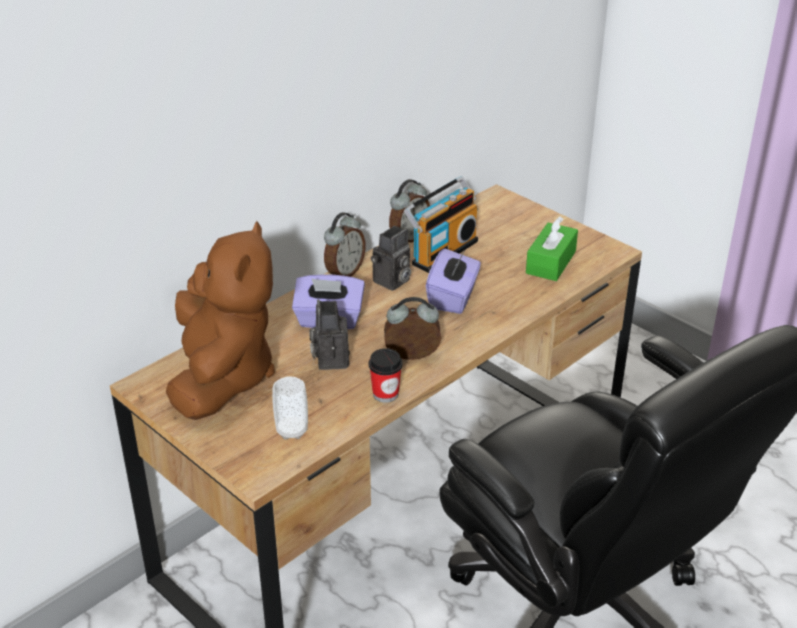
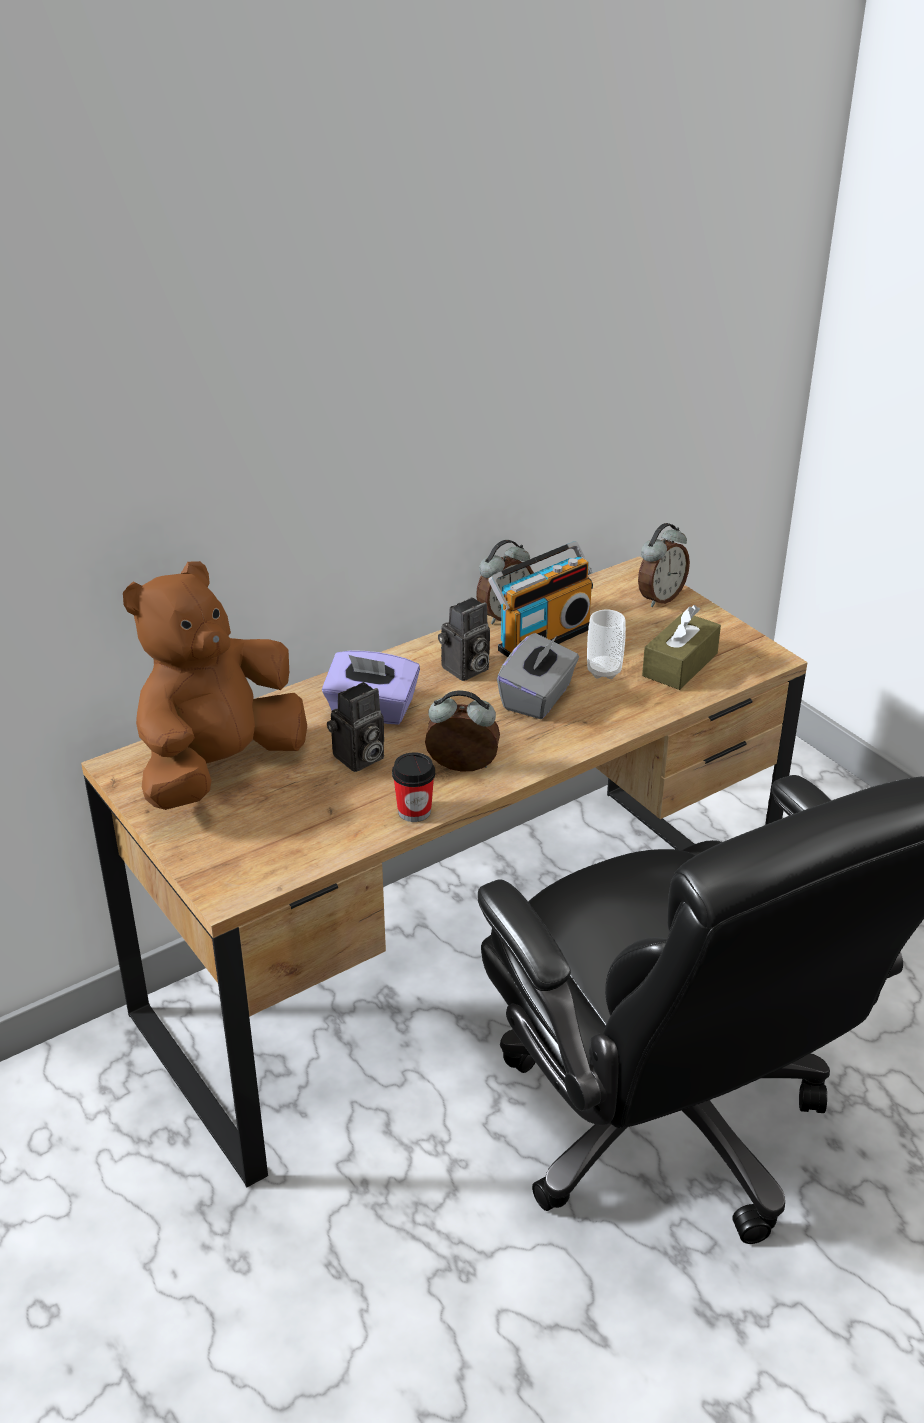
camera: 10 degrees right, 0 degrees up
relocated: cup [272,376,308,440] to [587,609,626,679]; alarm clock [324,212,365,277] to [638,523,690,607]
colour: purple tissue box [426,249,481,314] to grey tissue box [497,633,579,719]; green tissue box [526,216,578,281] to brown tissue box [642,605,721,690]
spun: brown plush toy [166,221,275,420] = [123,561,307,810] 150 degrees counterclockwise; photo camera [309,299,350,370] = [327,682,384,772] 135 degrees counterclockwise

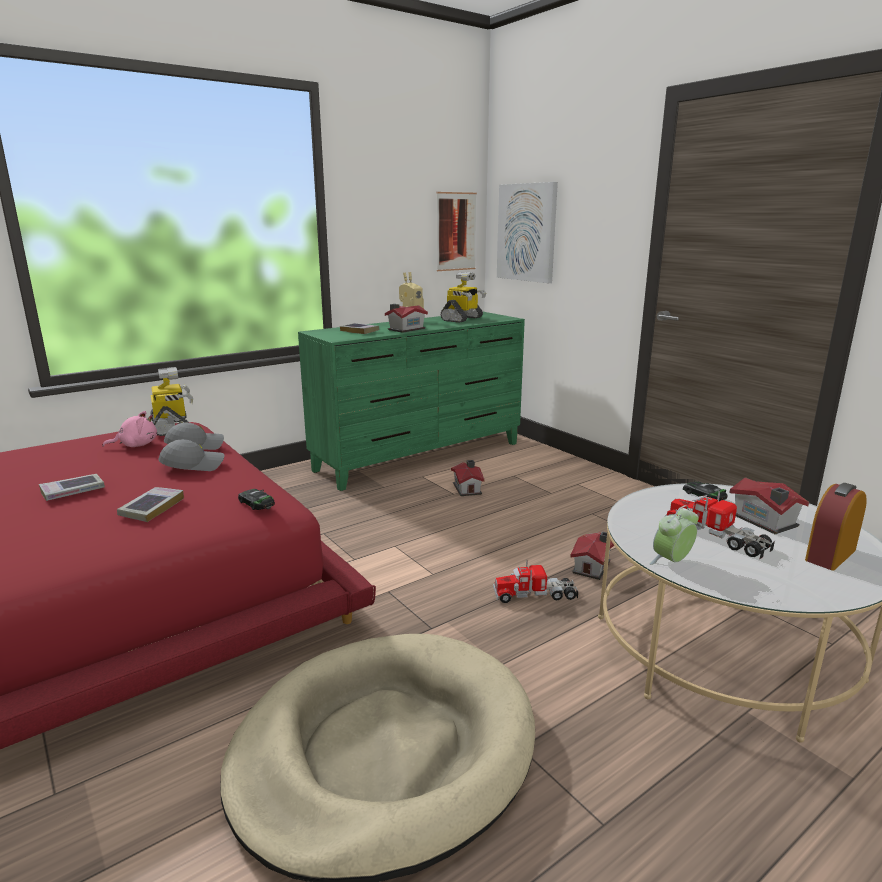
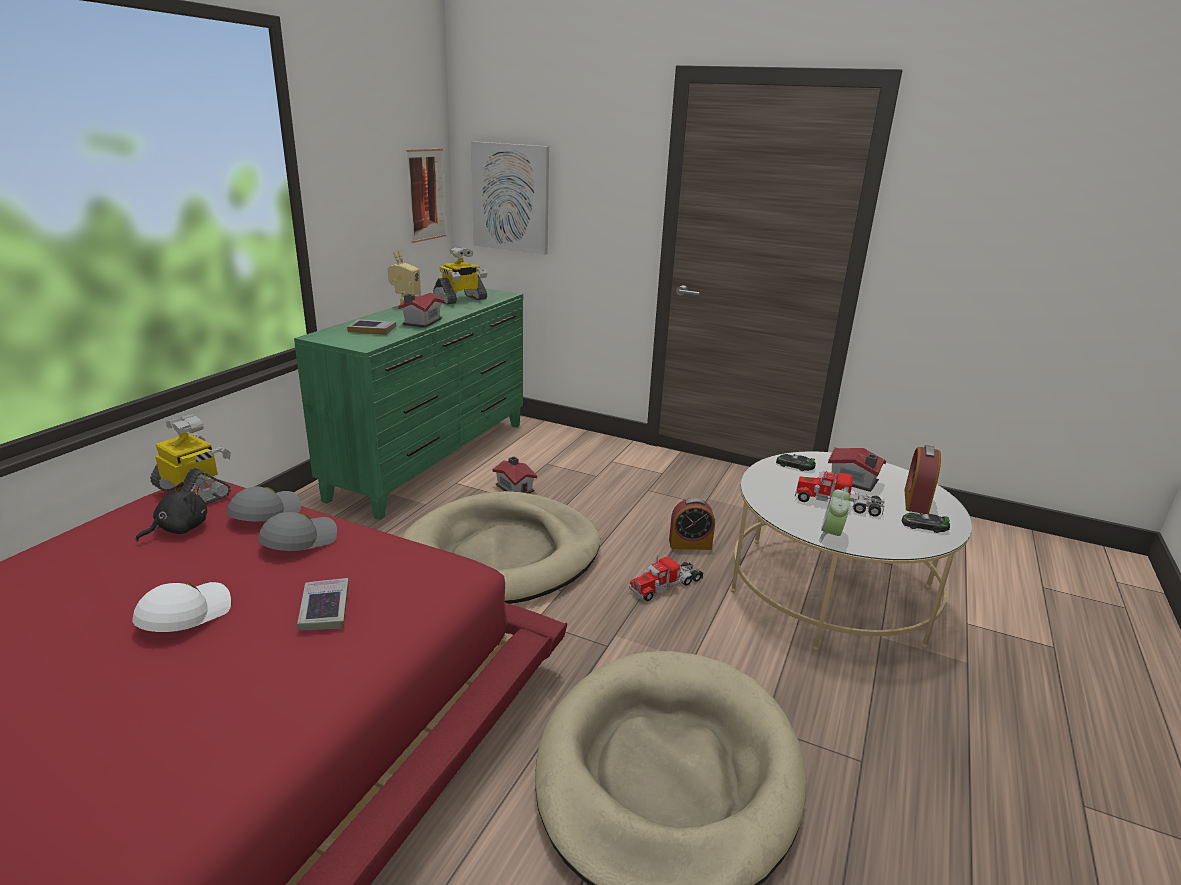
camera: 30 degrees left, 5 degrees up
appeared: beige dog bed [402,491,600,604]
relocated: toy car [238,489,275,510] to [902,513,950,533]
exchanged: book [39,474,105,501] to white cap [132,582,231,632]; toy house [570,532,614,580] to alarm clock [669,498,715,550]
colour: pink plush toy [102,411,157,447] to black plush toy [136,482,207,541]
spun: toy robot [440,272,486,323] = [433,247,487,305] 45 degrees clockwise

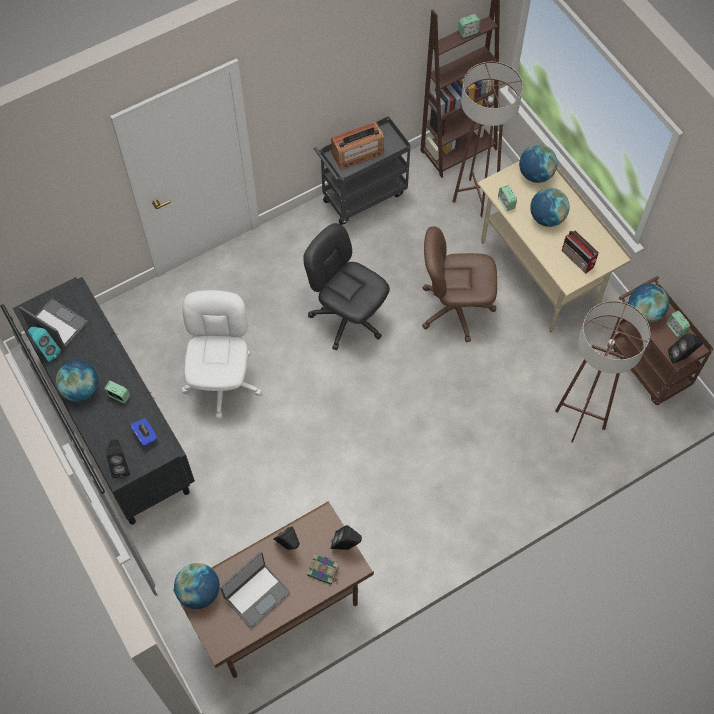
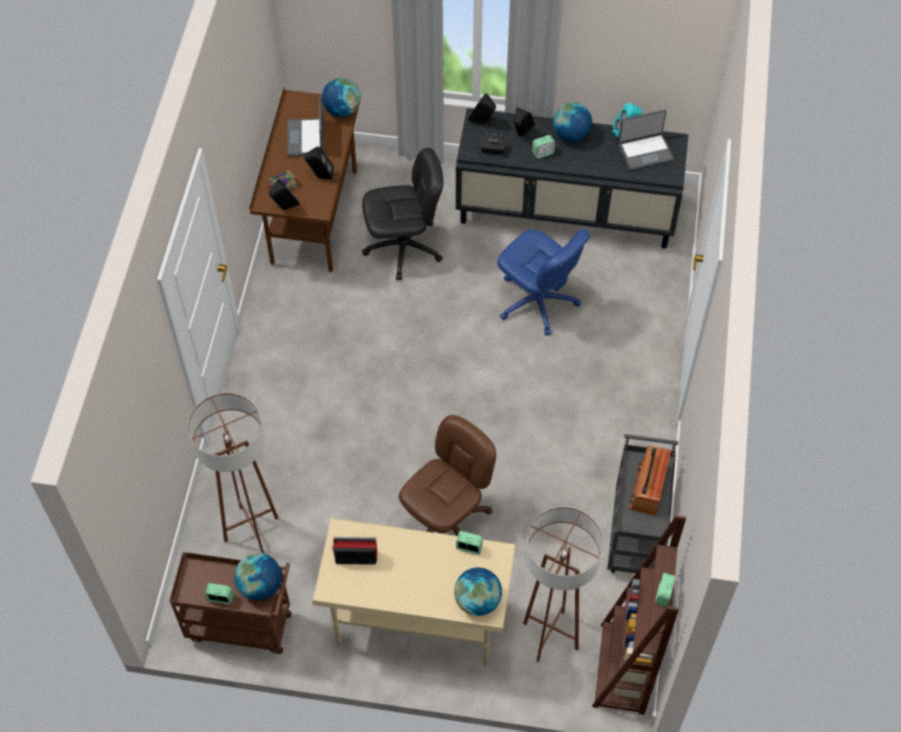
camera: 130 degrees right, 5 degrees down
missing: globe [530,188,569,227]
relocated: black office chair [303,223,390,350] to [362,148,444,280]; black speaker [668,334,703,364] to [514,107,535,136]
colour: blue tissue box [130,418,157,447] to black tissue box [480,134,507,155]; white office chair [181,290,262,419] to blue office chair [497,229,590,335]

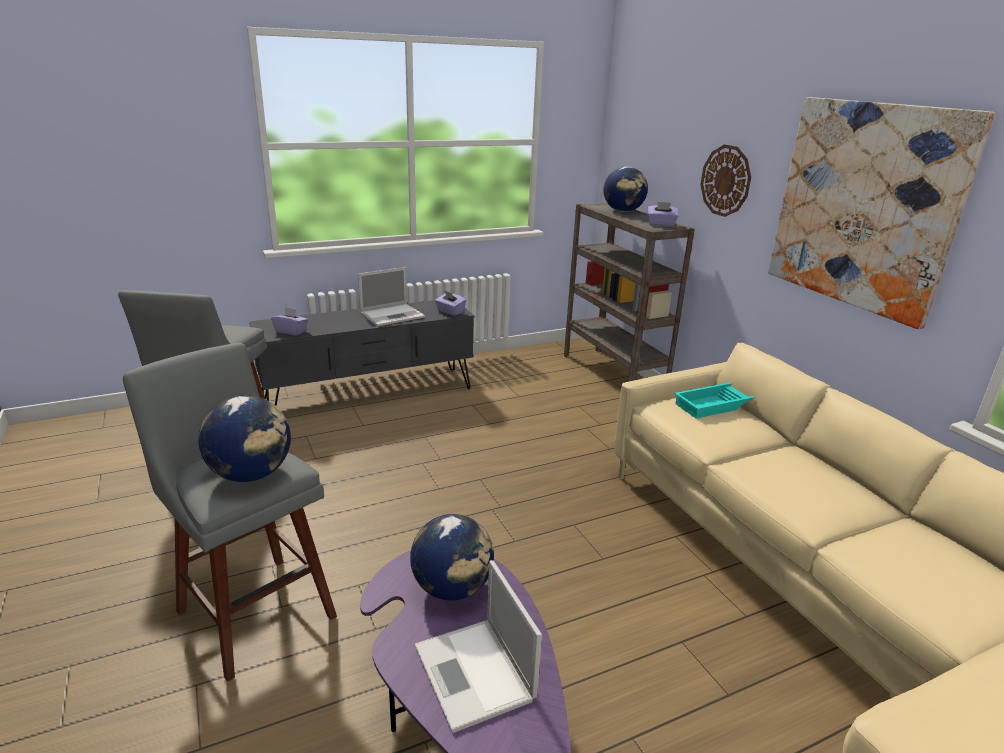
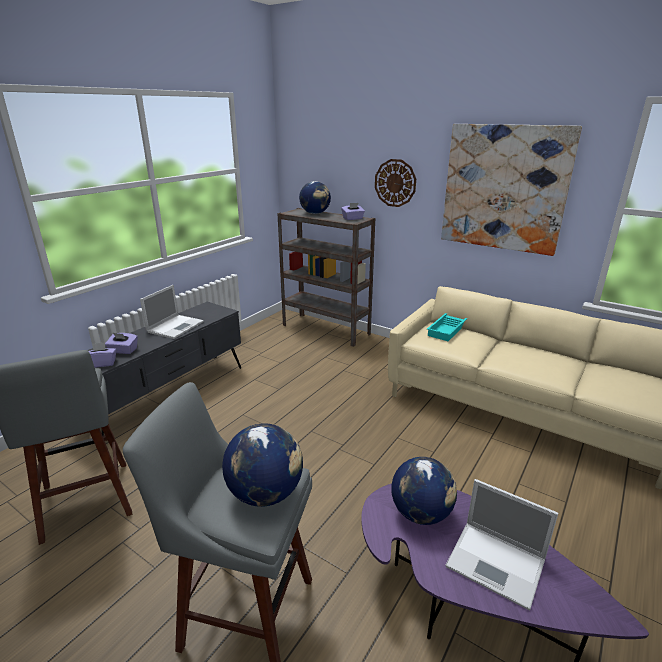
camera: 30 degrees left, 0 degrees up
relocated: purple tissue box [435,290,466,316] to [105,333,138,354]

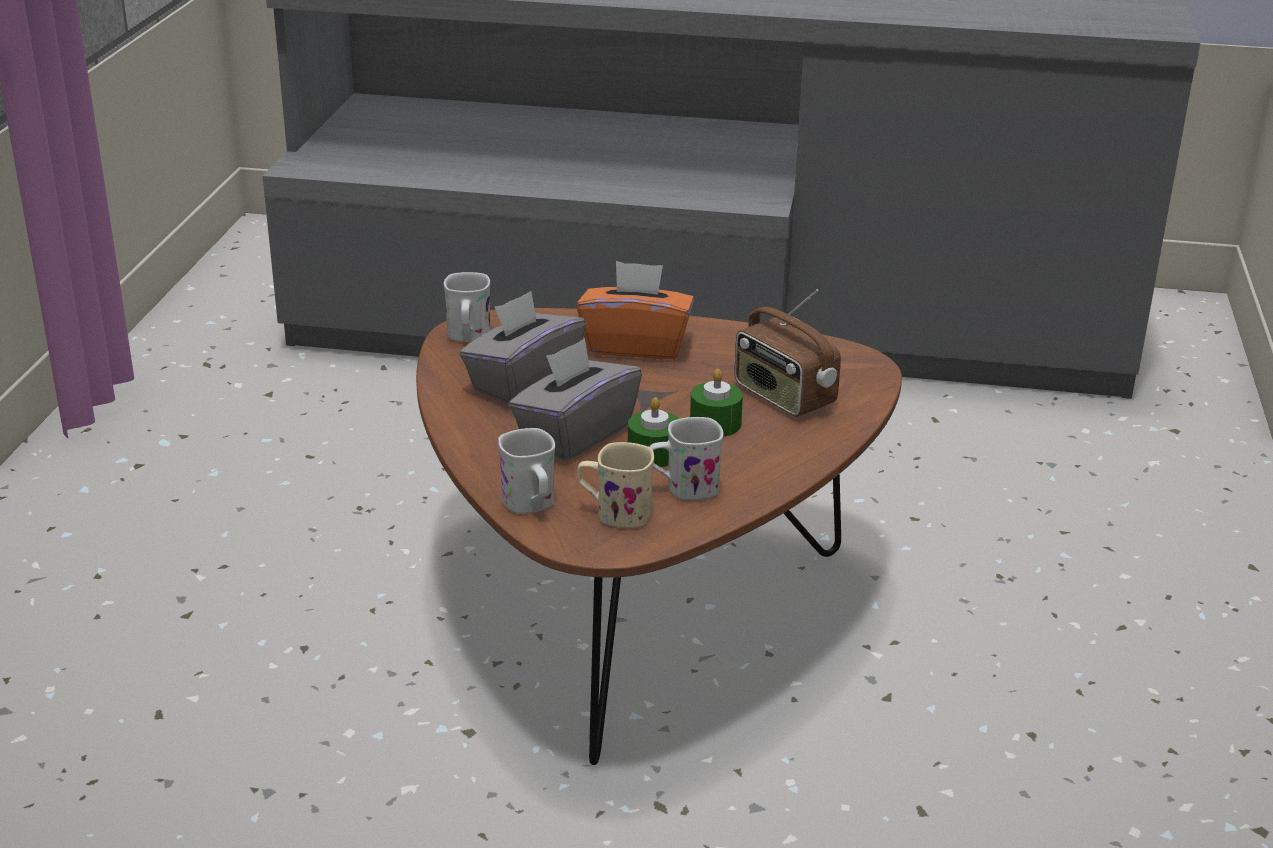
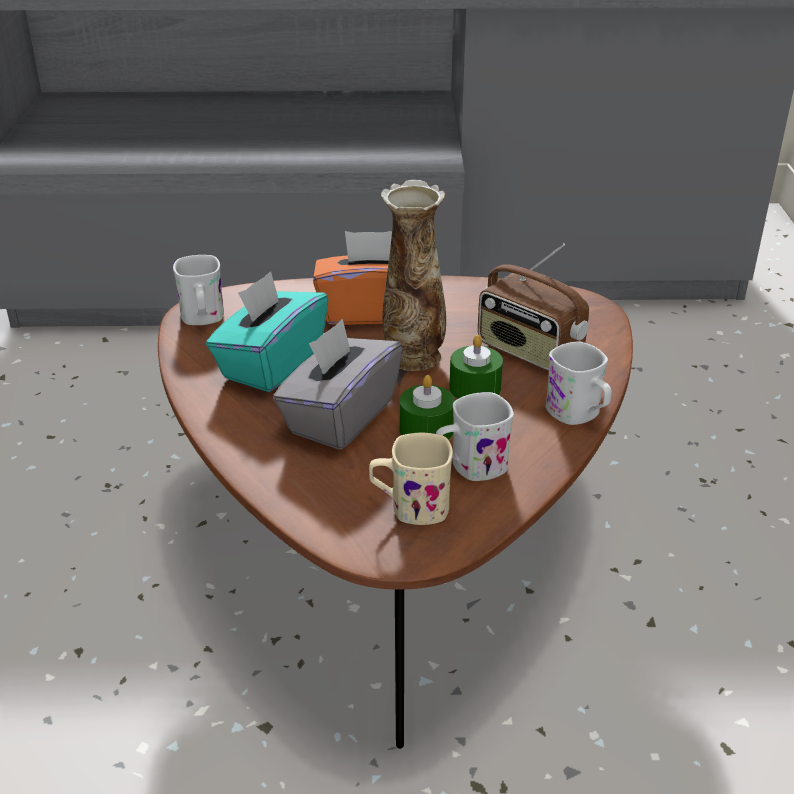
camera: 10 degrees left, 5 degrees up
appeared: vase [381,180,446,371]
relocated: white mug [498,428,555,513] to [546,341,612,425]
colour: grey tissue box [459,291,586,404] to turquoise tissue box [206,271,328,392]

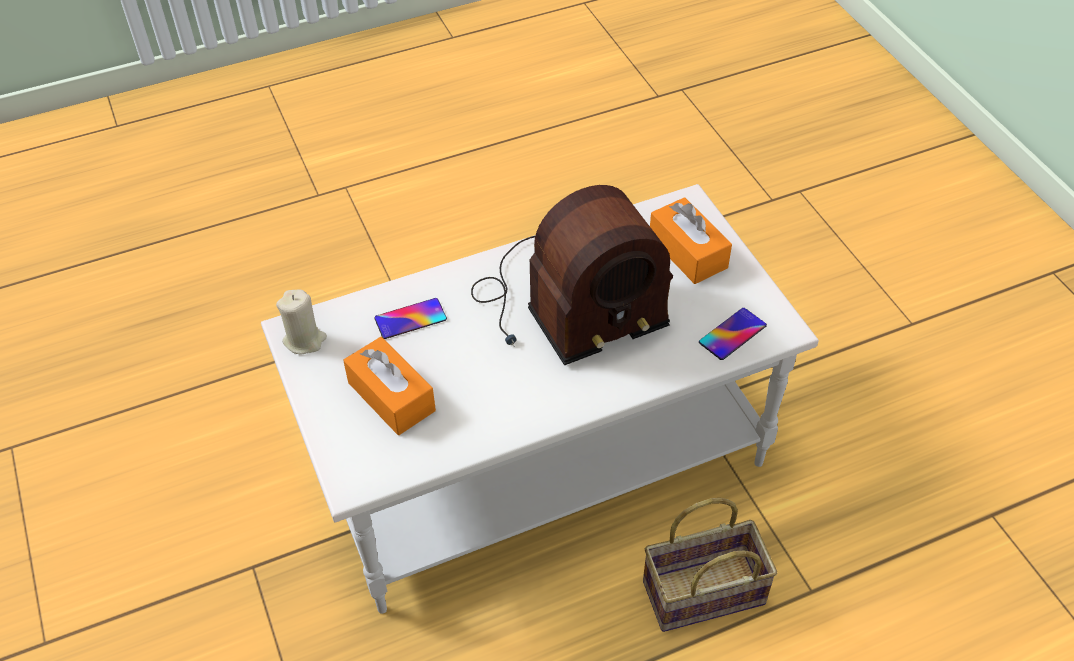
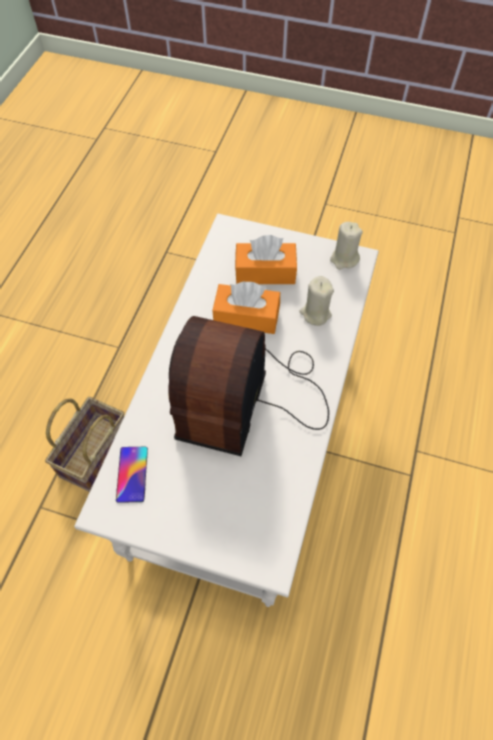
camera: 130 degrees right, 10 degrees up
relocated: orange tissue box [650,197,732,284] to [213,281,280,334]
exchanged: phone [374,298,447,339] to beige candle [300,276,334,326]

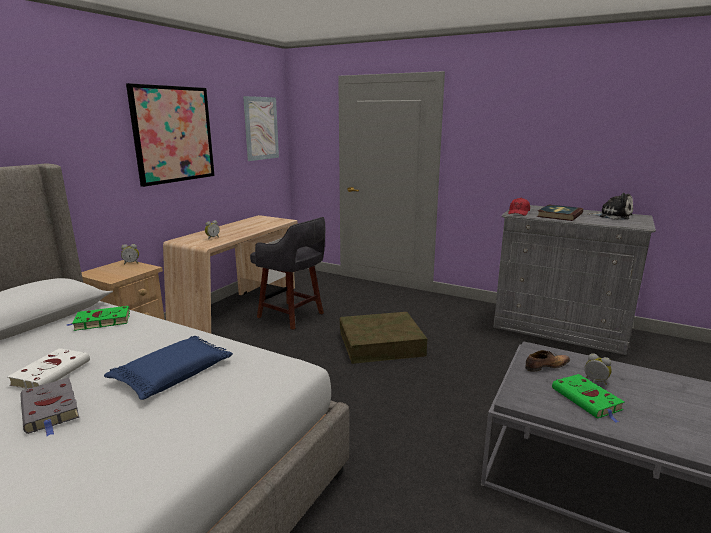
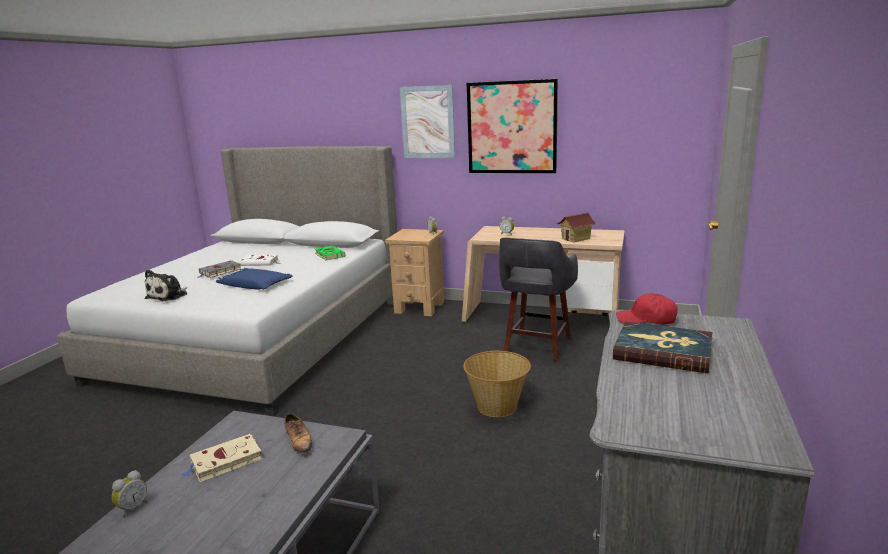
camera: 80 degrees right, 0 degrees up
appeared: toy house [556,213,597,242]
relocated: picture [243,96,279,161] to [400,85,455,158]; alarm clock [584,353,612,385] to [112,470,147,517]; plush toy [589,193,633,220] to [145,270,187,301]
exchanged: brown storage box [339,312,427,364] to basket [463,351,531,417]
colour: green book [552,374,625,423] to beige book [181,434,263,482]

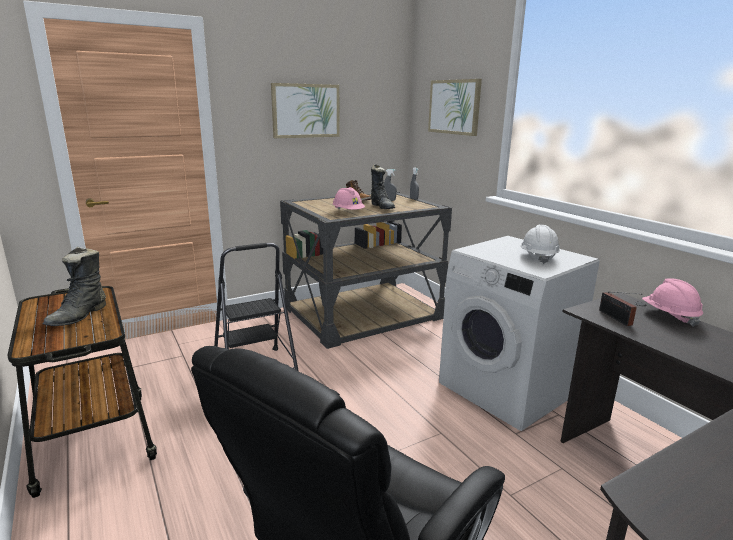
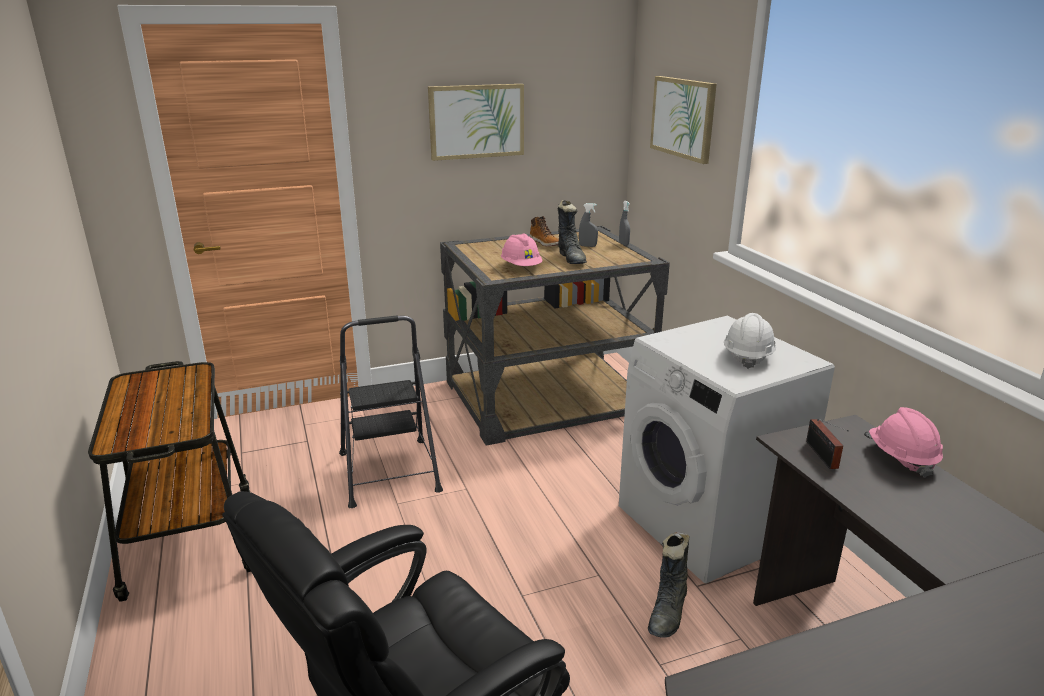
camera: 10 degrees right, 5 degrees up
relocated: black boot [43,247,106,326] to [648,532,689,638]

